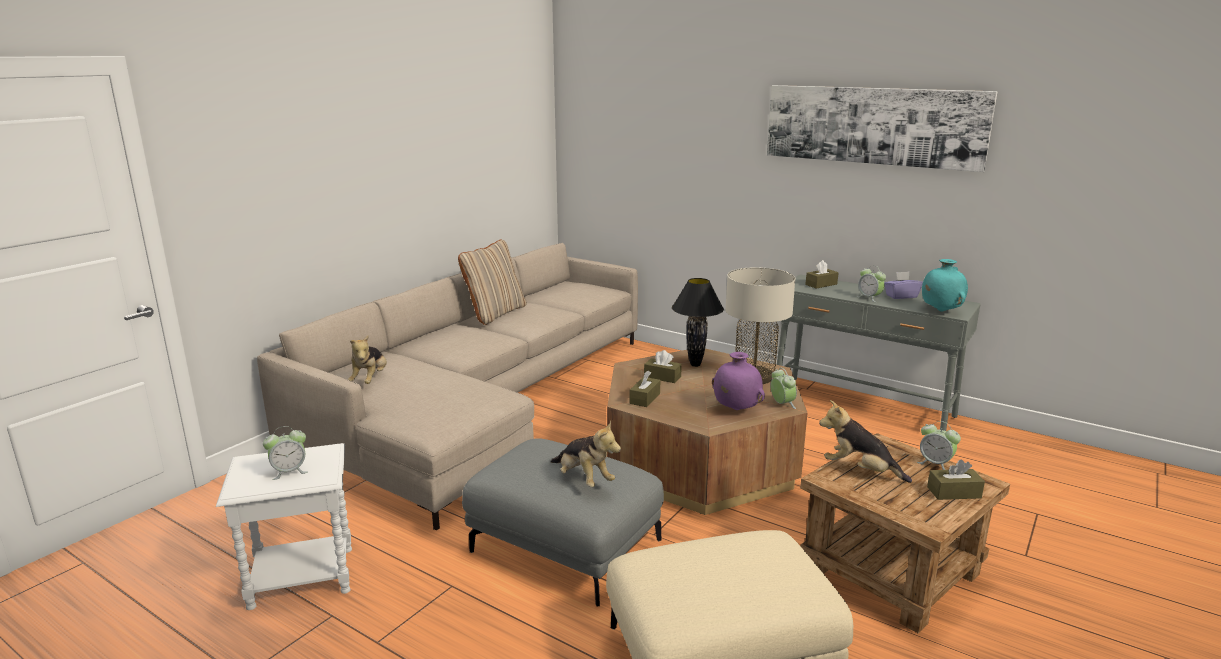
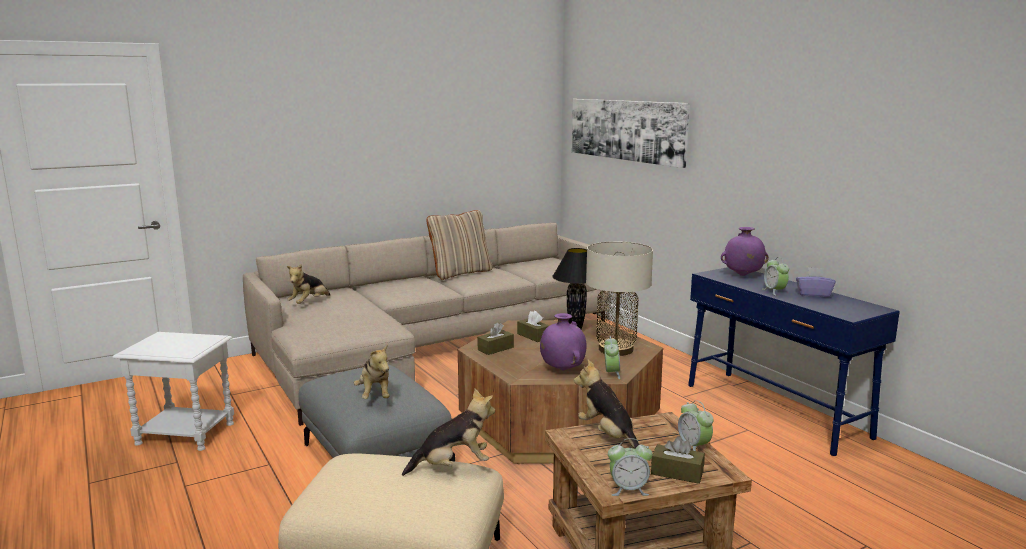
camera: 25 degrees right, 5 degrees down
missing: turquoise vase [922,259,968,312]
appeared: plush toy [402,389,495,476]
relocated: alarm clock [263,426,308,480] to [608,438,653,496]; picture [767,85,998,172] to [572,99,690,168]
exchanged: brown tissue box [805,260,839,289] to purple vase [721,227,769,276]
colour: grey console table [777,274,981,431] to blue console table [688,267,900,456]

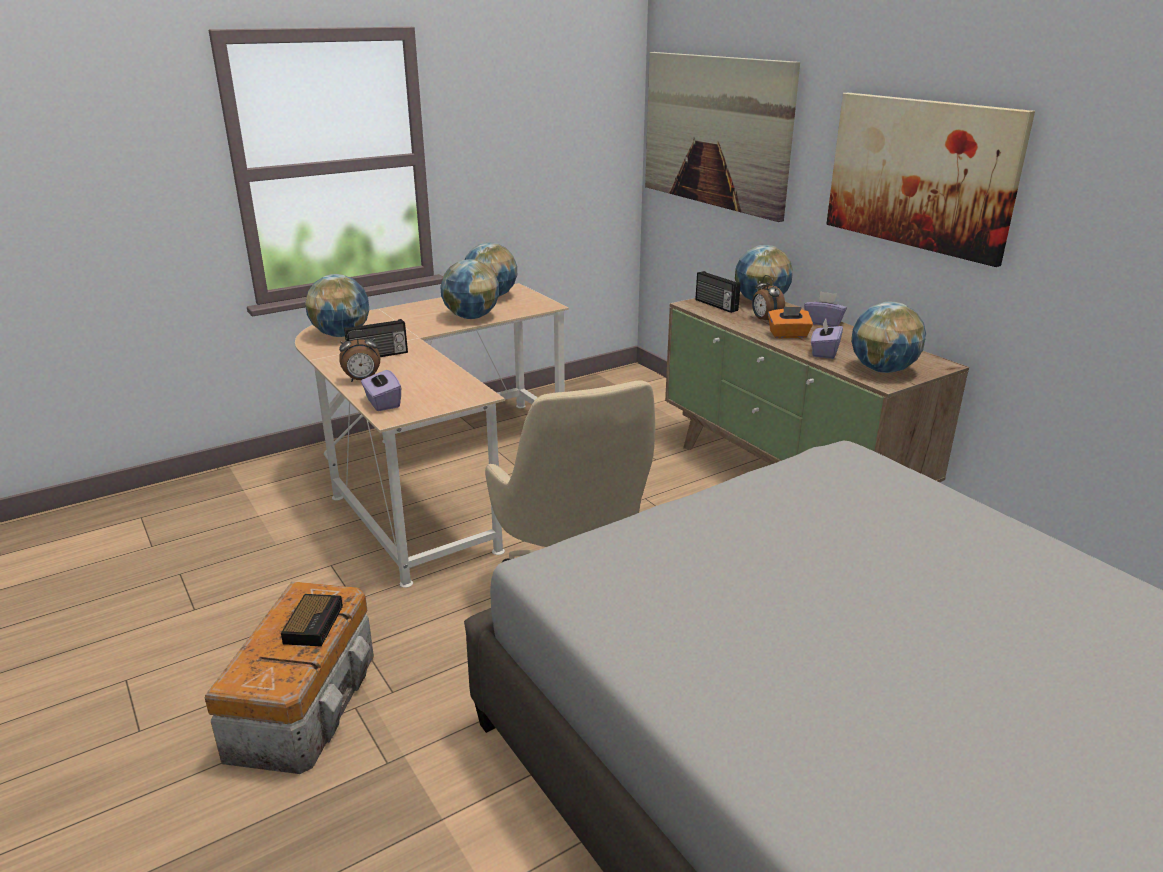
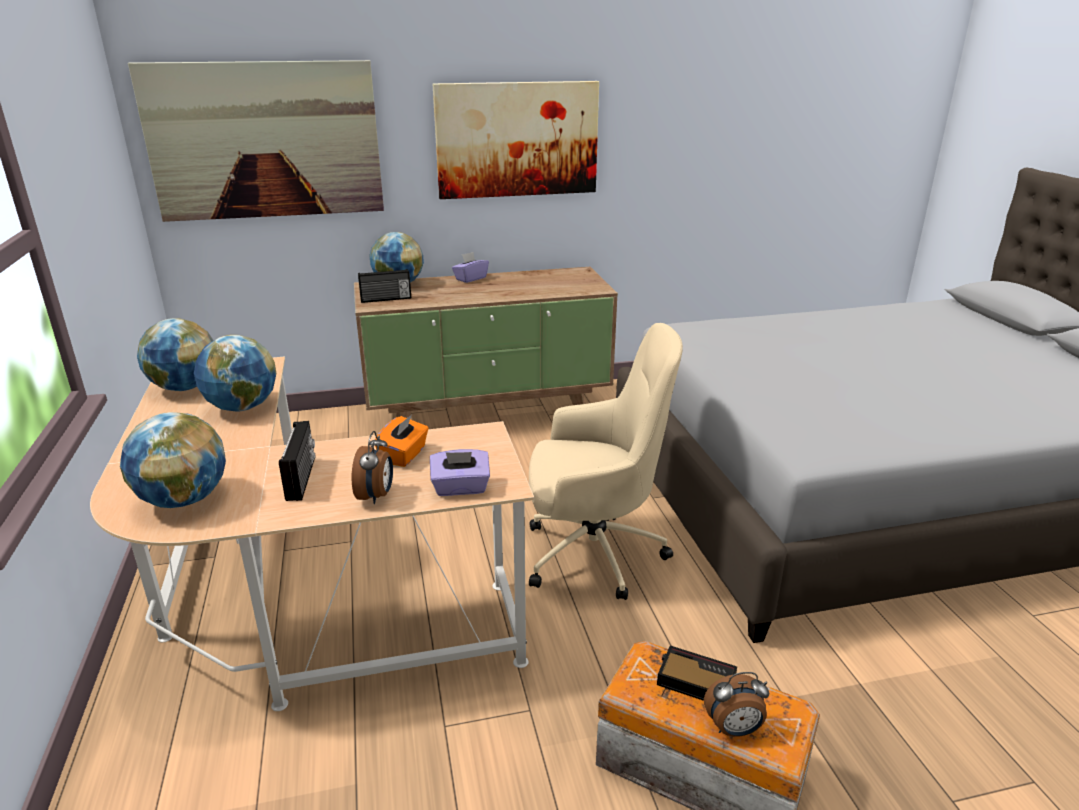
camera: 70 degrees left, 0 degrees up
missing: purple tissue box [811,319,843,359]; globe [851,302,926,373]
relocated: alarm clock [752,275,785,321] to [704,672,769,737]; orange tissue box [768,306,813,338] to [375,415,429,467]

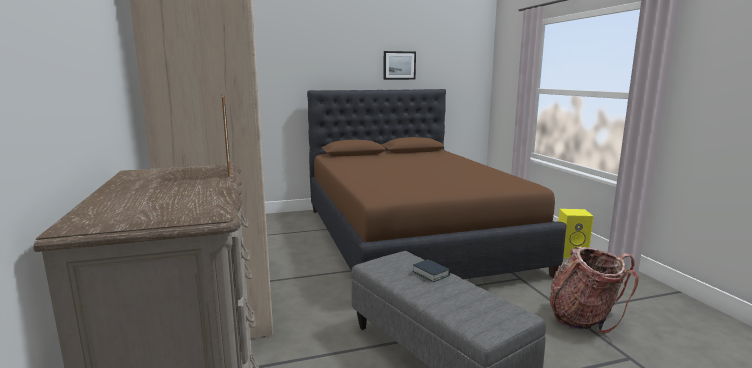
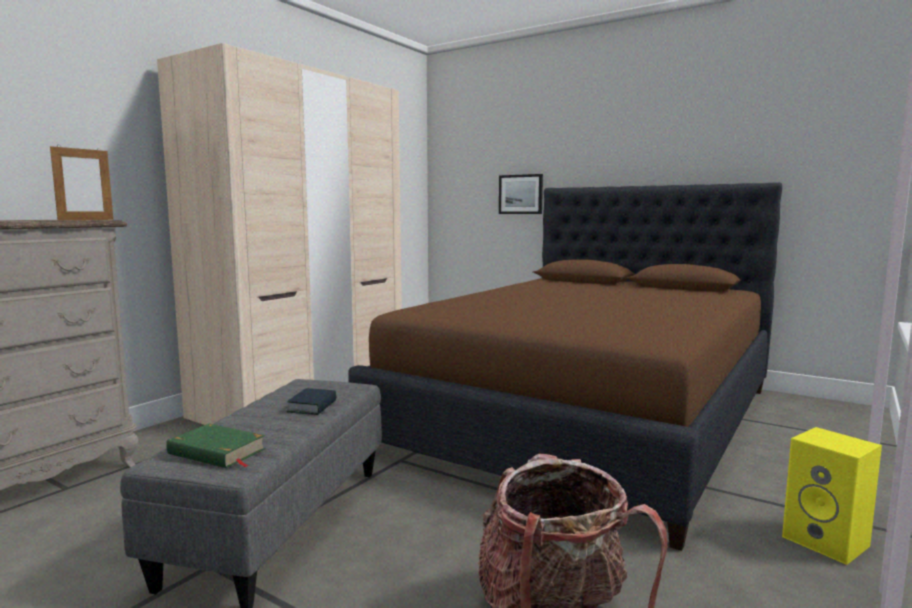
camera: 50 degrees right, 5 degrees down
appeared: green book [166,424,266,468]
relocated: picture [384,51,416,80] to [499,174,543,214]

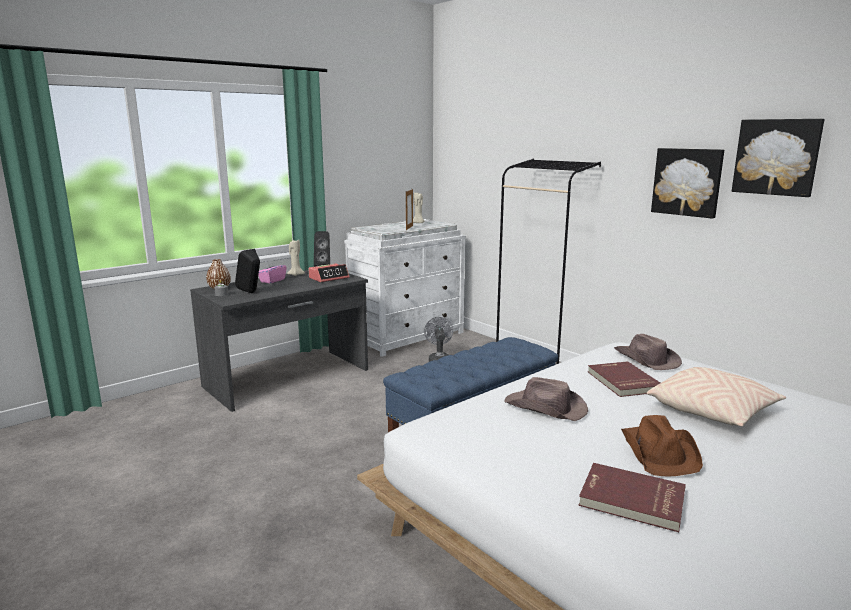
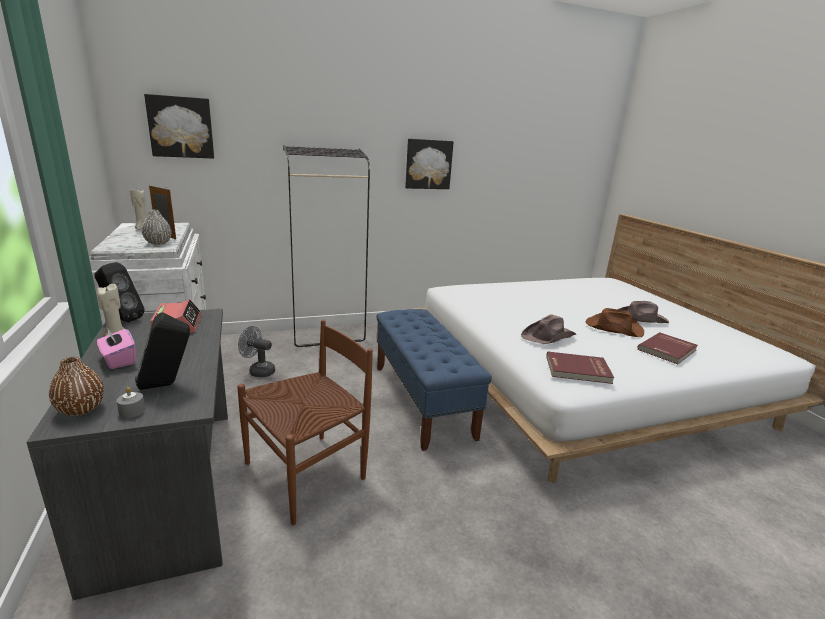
camera: 70 degrees left, 5 degrees up
missing: beige pillow [647,367,786,426]
appeared: grey vase [142,210,171,245]; brown chair [237,320,373,525]
relocated: red book [588,361,660,397] to [546,352,614,384]; brown hat [614,334,682,370] to [618,301,669,323]; picture [732,119,824,197] to [144,94,214,159]

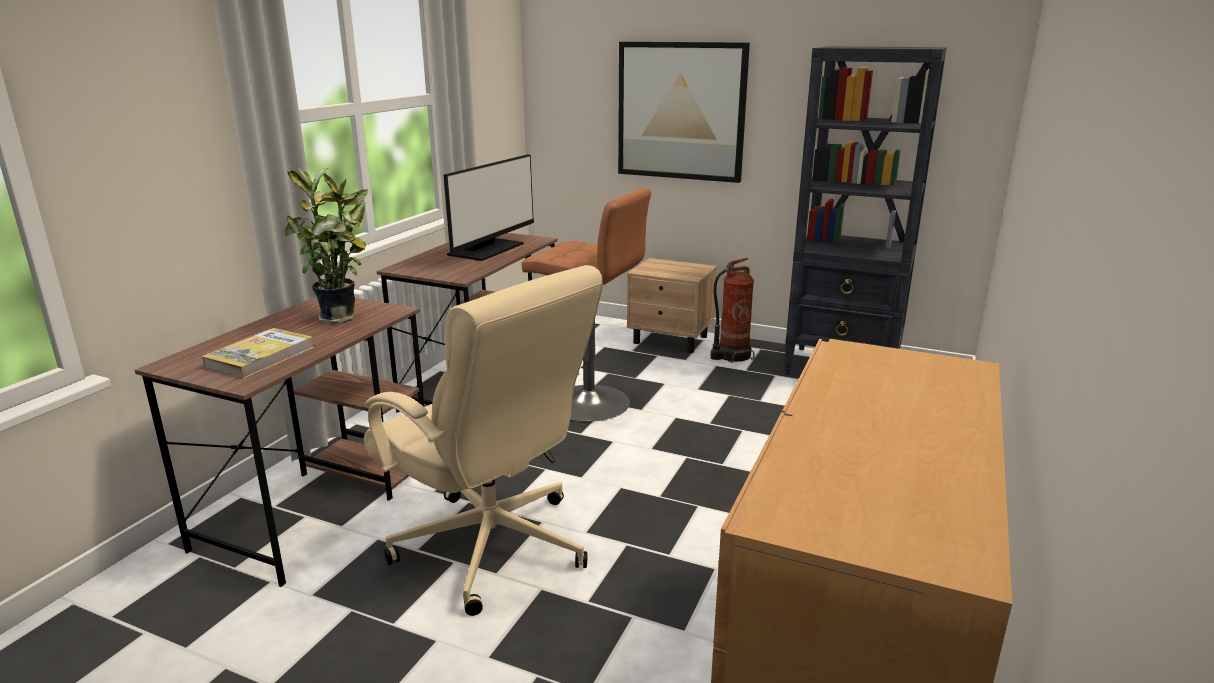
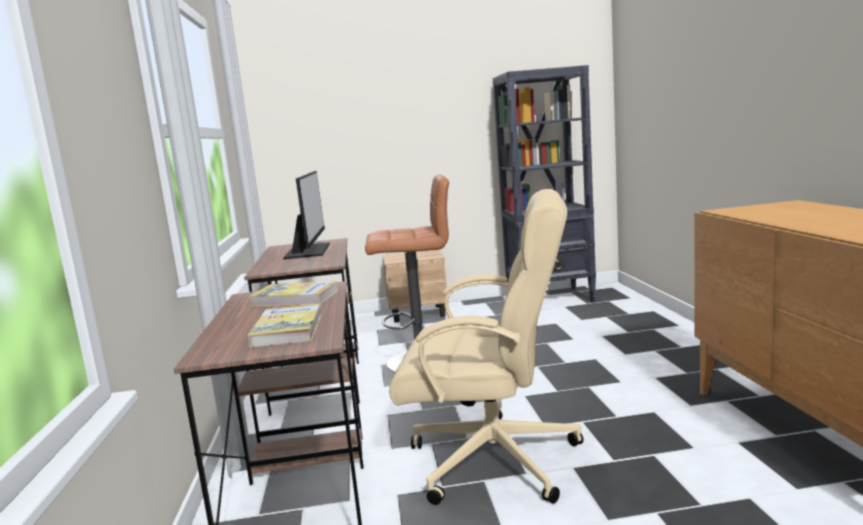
camera: 30 degrees left, 10 degrees down
missing: picture [618,42,750,183]; fire extinguisher [710,258,755,363]
exchanged: potted plant [284,166,368,323] to book [248,281,338,307]

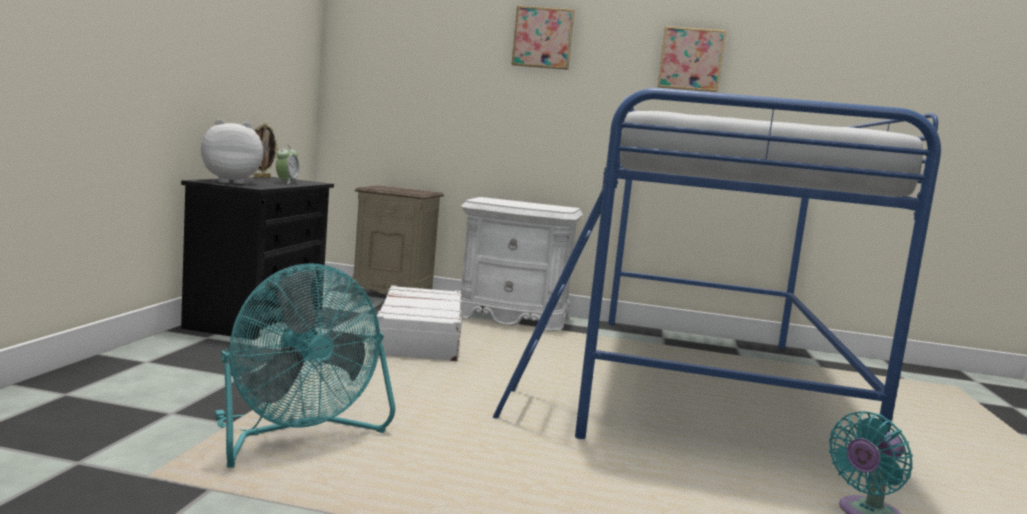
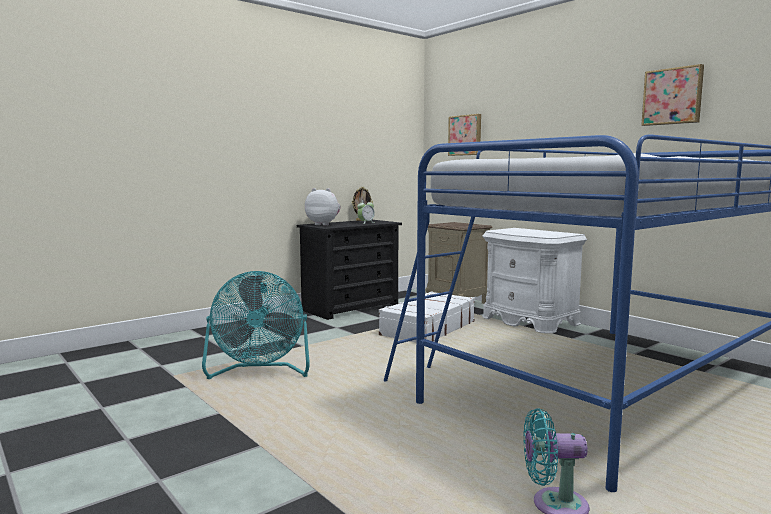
camera: 40 degrees right, 0 degrees up
relocated: picture [511,6,575,70] to [448,114,481,156]

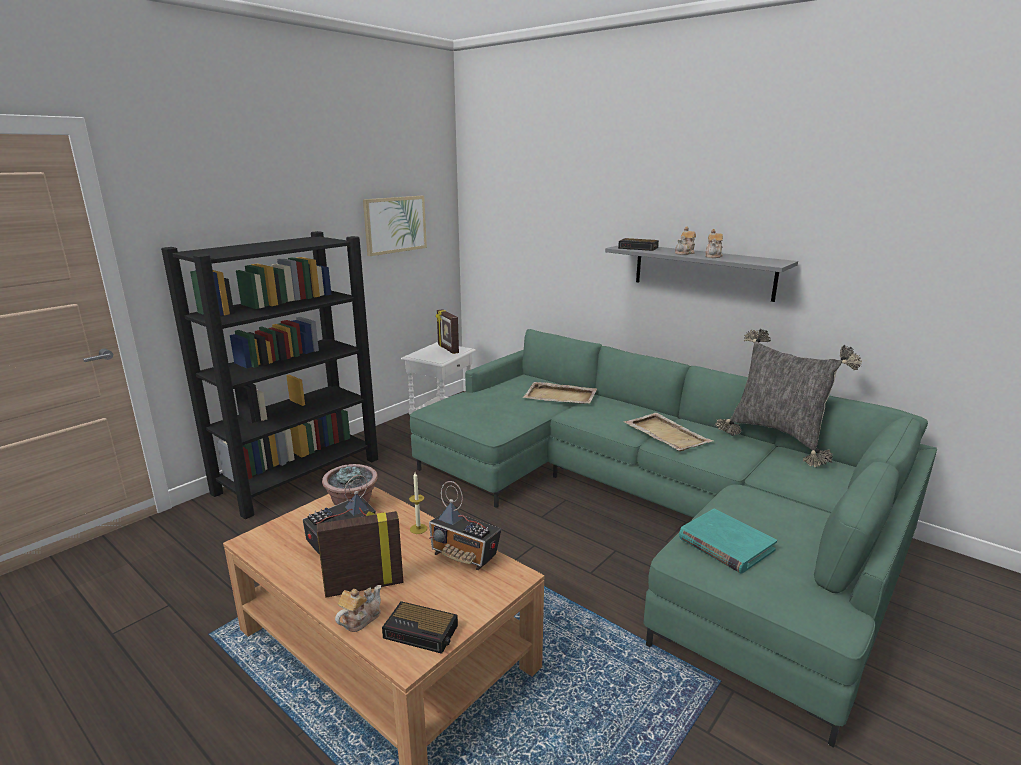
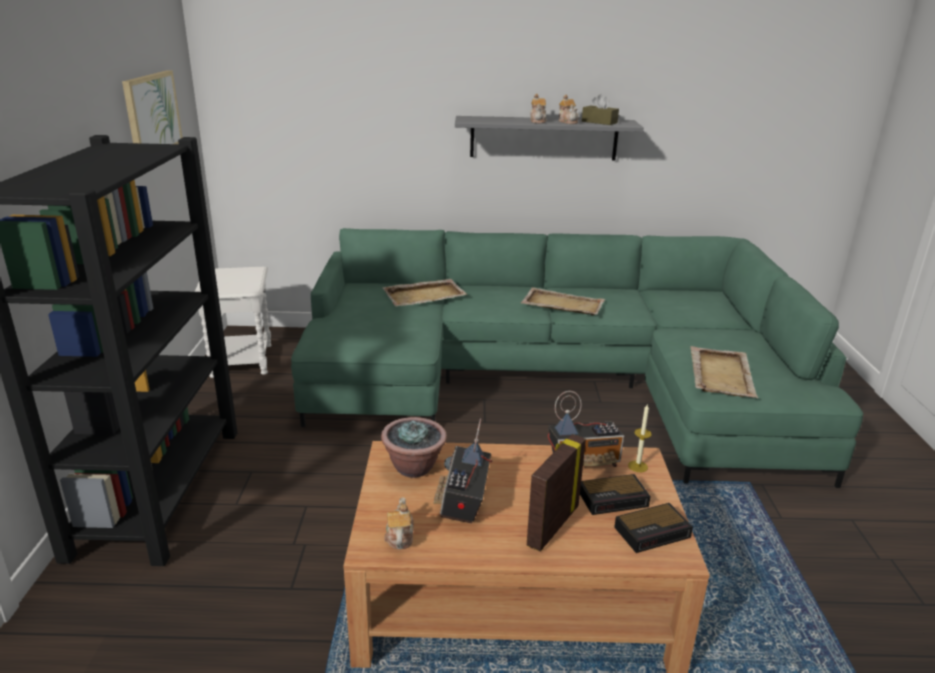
camera: 40 degrees left, 5 degrees up
missing: picture frame [436,309,459,354]; pillow [715,329,862,467]
appeared: brown tissue box [582,94,619,125]
relocated: teapot [335,585,381,632] to [384,497,414,549]; candle [409,472,427,534] to [628,404,652,472]; alarm clock [618,238,659,251] to [580,474,651,515]
exchanged: turquoise book [679,509,777,573] to beige tray [690,346,759,398]

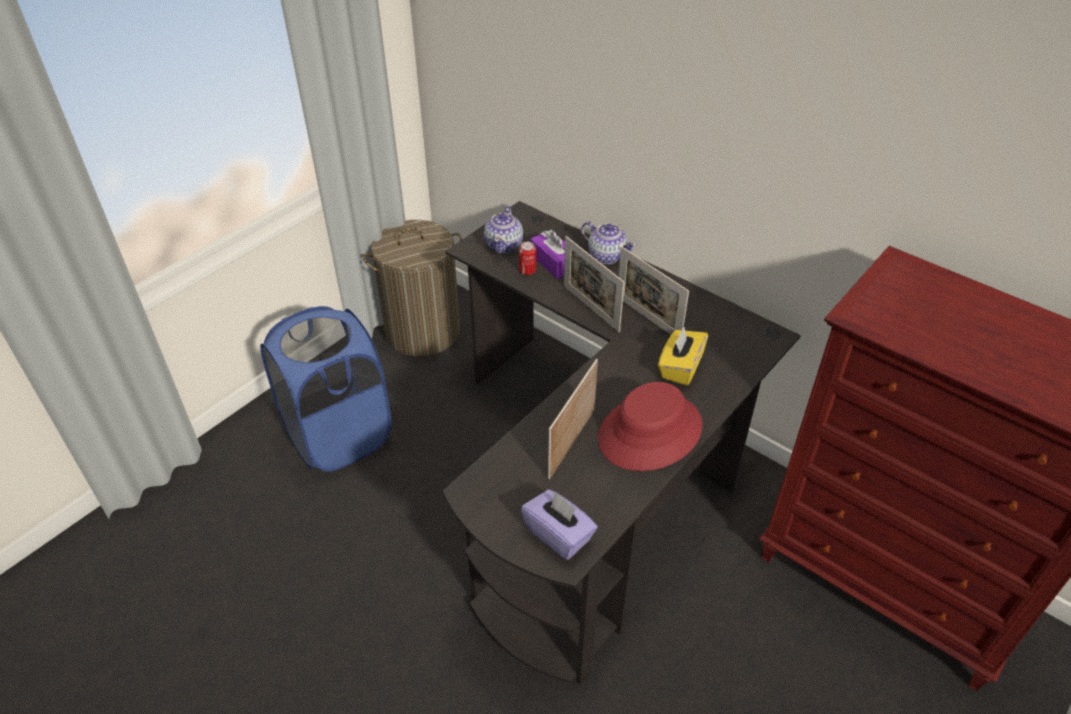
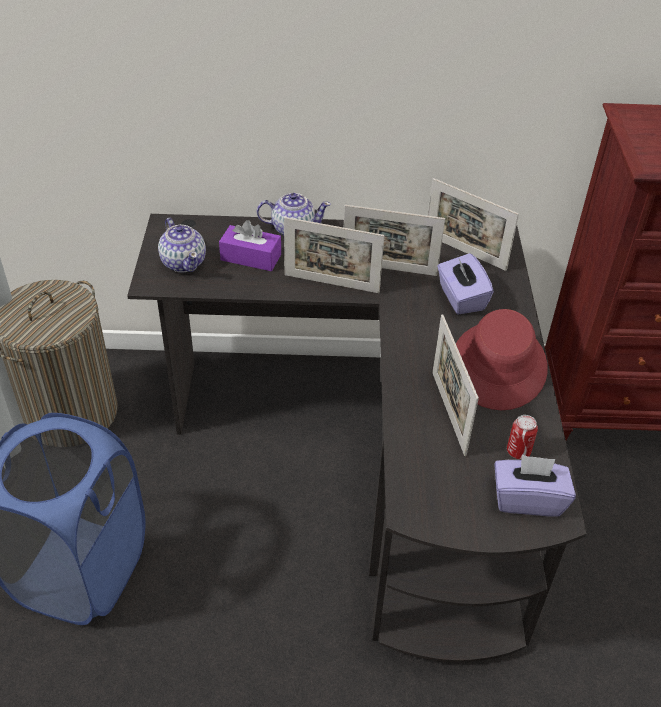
camera: 40 degrees left, 0 degrees up
appeared: picture frame [428,178,519,271]
relocated: can [519,242,536,275] to [507,415,538,459]
colour: yellow tissue box [658,327,708,386] to purple tissue box [437,253,494,315]

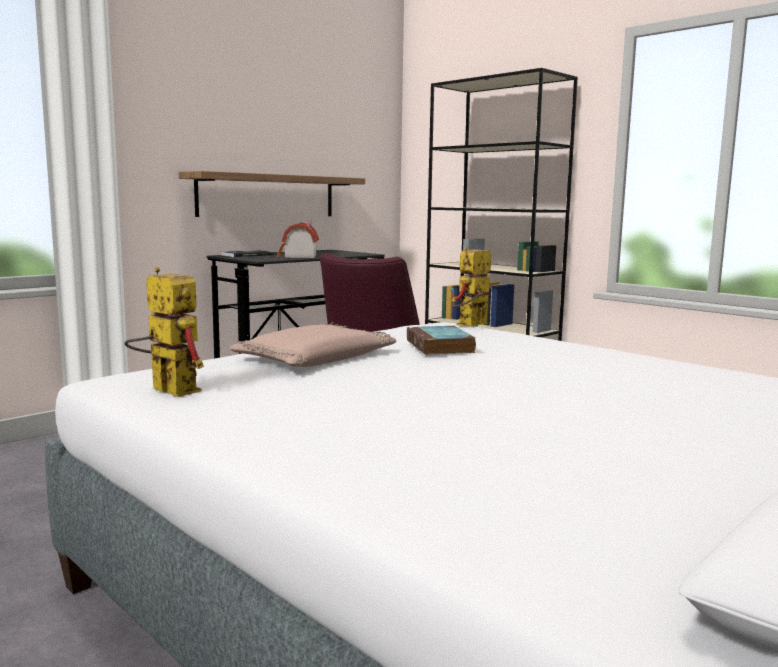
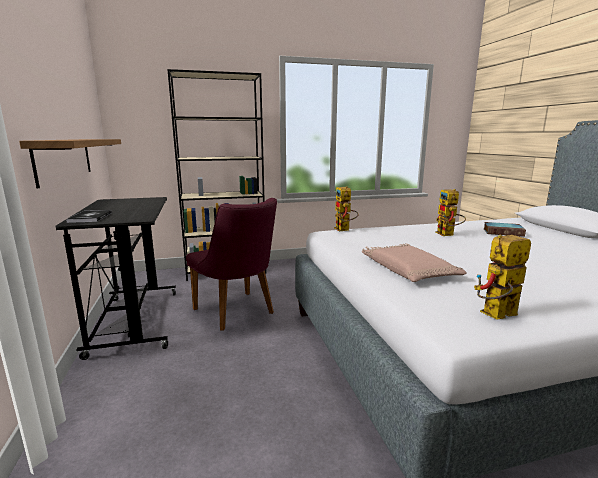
camera: 60 degrees left, 5 degrees up
missing: toy house [277,221,319,258]
appeared: toy robot [435,189,466,236]
relocated: book [407,326,476,355] to [483,222,526,237]

